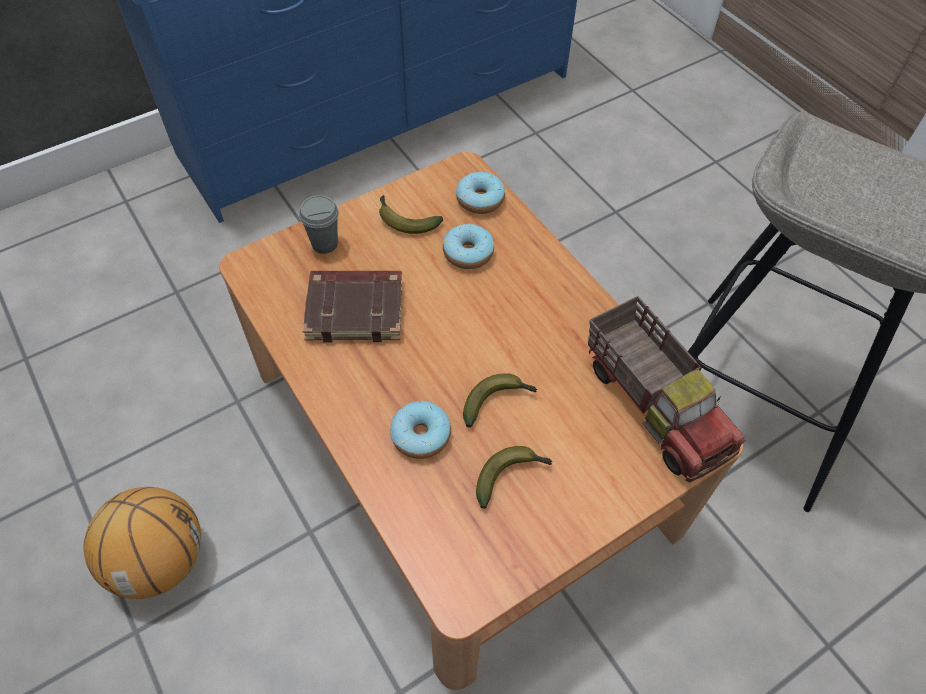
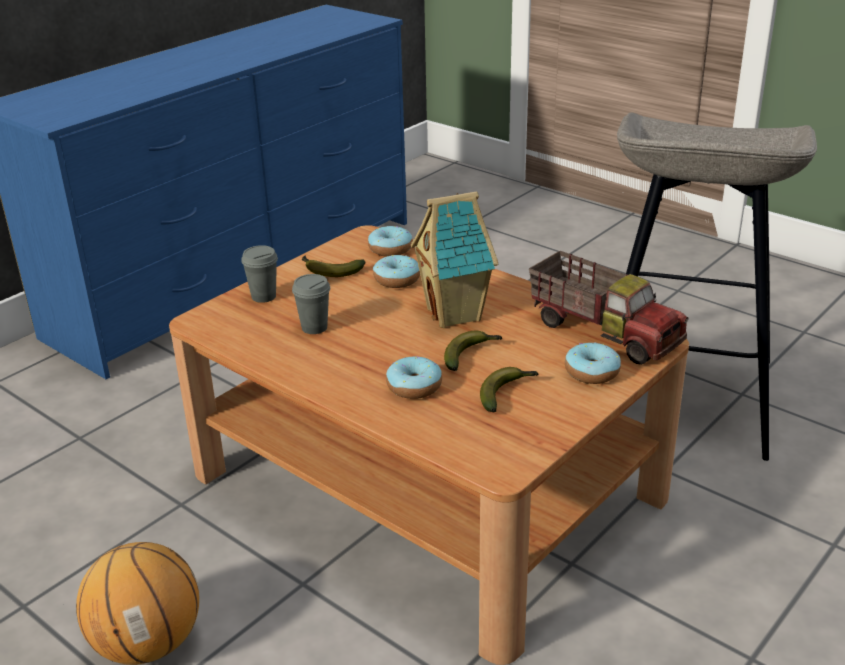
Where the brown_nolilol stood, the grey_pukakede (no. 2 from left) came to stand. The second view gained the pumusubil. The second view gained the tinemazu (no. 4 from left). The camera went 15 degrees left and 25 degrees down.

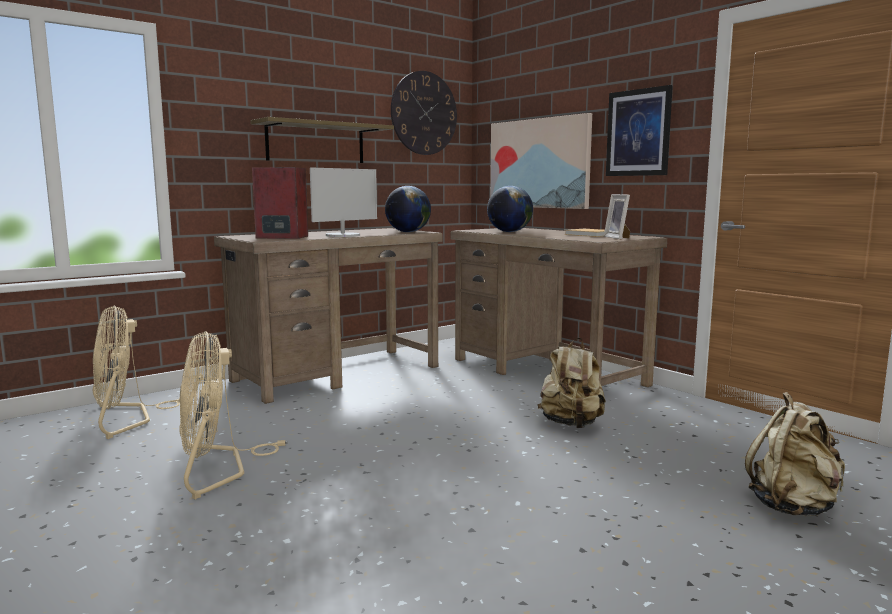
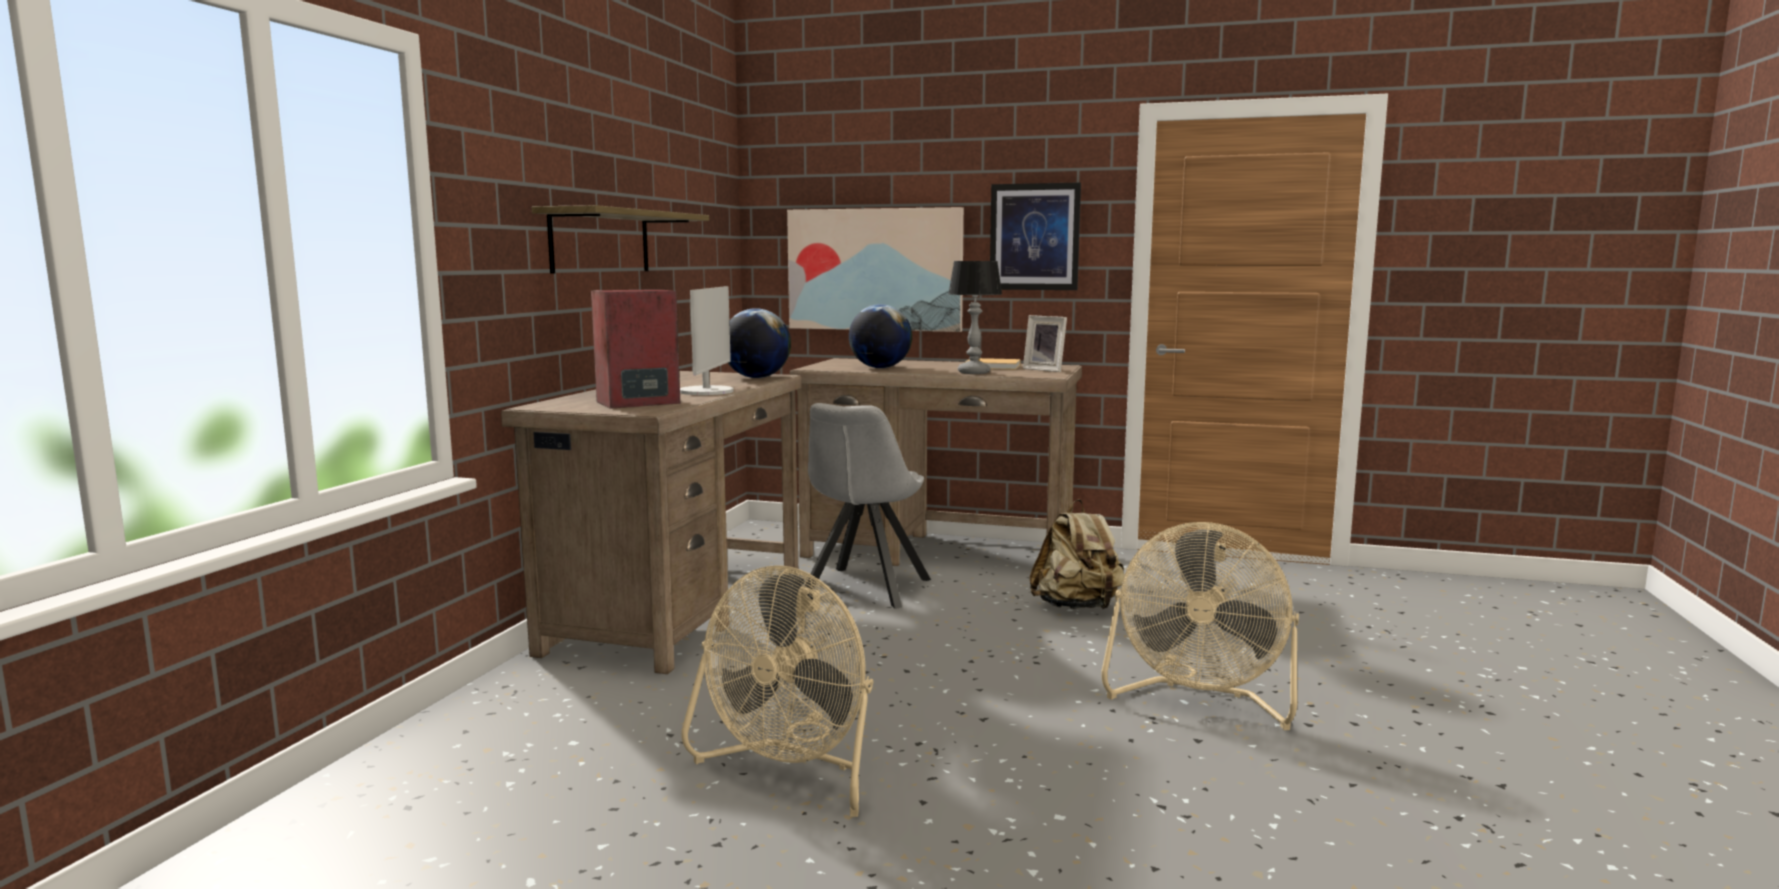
The second view lost the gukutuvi. The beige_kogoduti (no. 1 from left in the first image) ended up elsewhere. The second view lost the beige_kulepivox (no. 2 from left). The second view gained the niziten. The second view gained the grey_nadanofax. The camera went 35 degrees left and 0 degrees up.

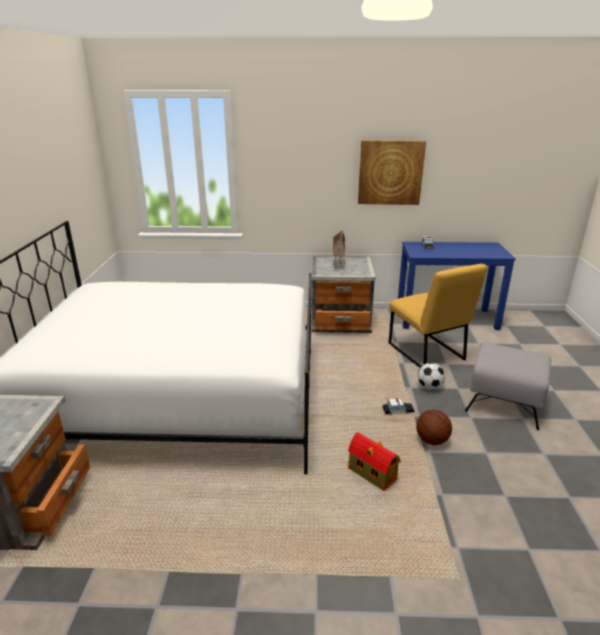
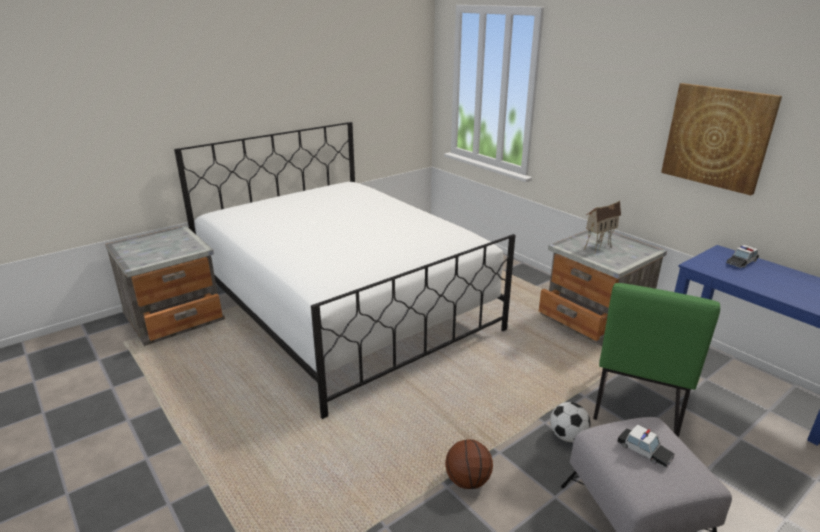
What was the yellow_nadanofax turned into the green_nadanofax. The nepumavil (no. 1 from left) ended up elsewhere. The second view lost the pumusubil (no. 2 from left). The camera went 50 degrees right and 0 degrees up.

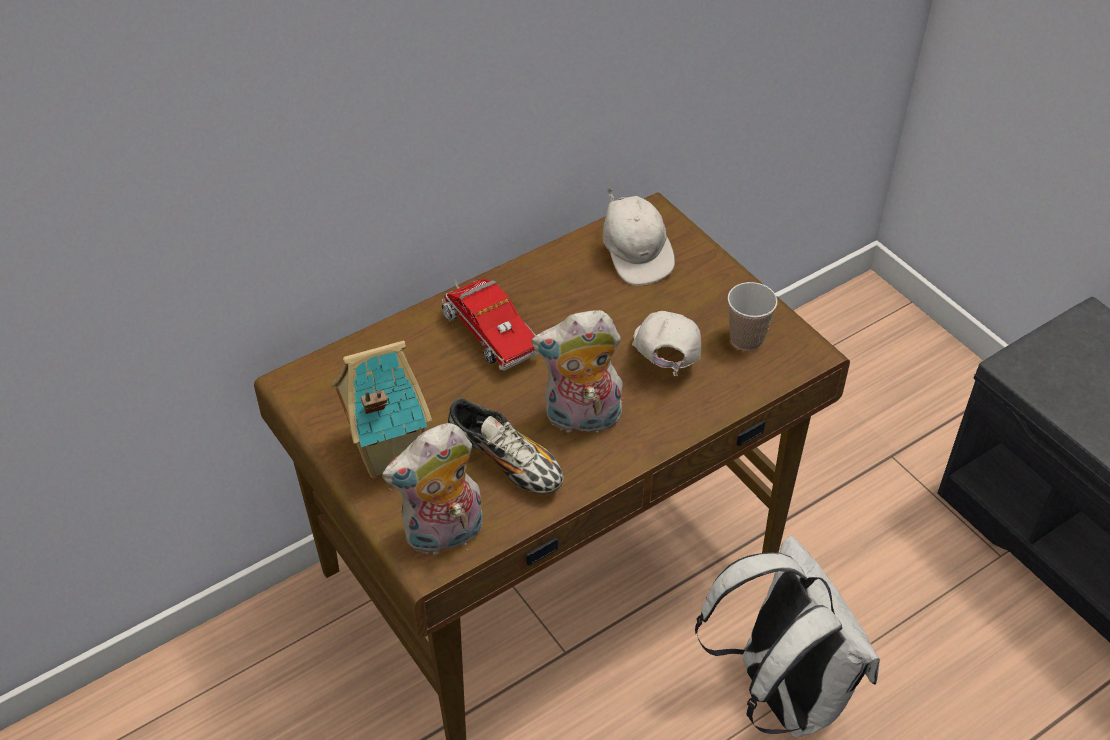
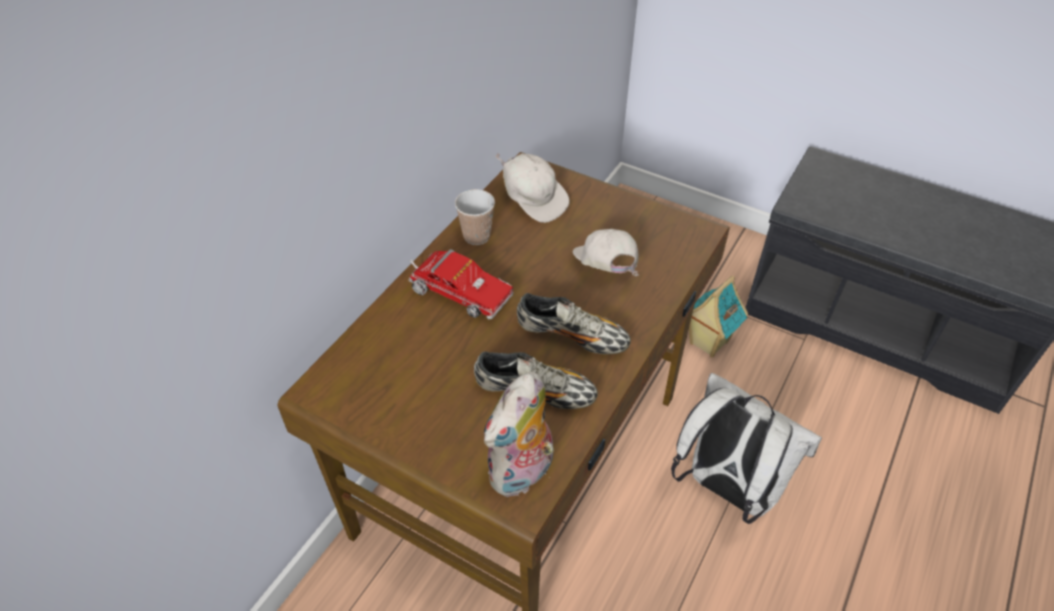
The pukakede ended up elsewhere. Where the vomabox (no. 2 from left) stood, the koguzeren (no. 2 from left) came to stand. The pumusubil ended up elsewhere. The camera went 25 degrees left and 0 degrees up.

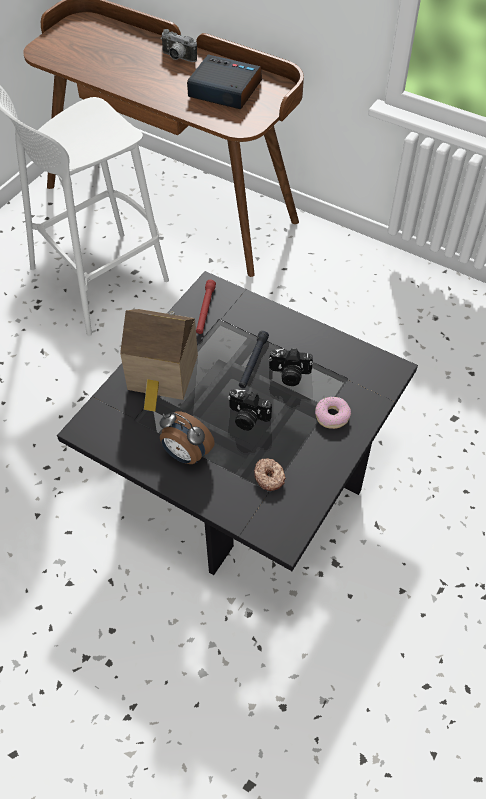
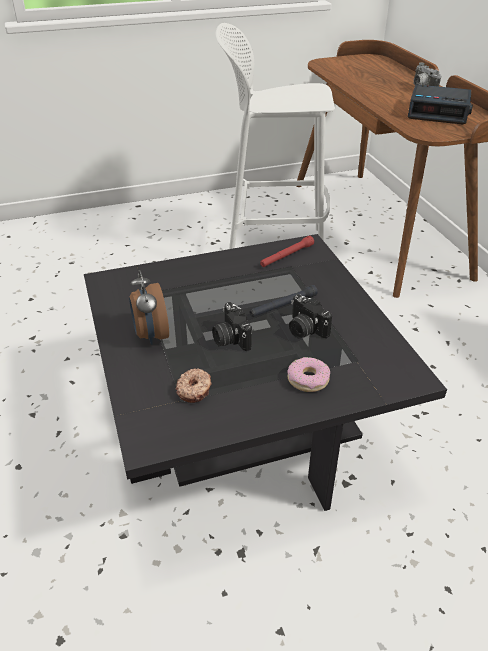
The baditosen (no. 2 from left) ended up facing another way, 135 degrees clockwise from before. The second view lost the pumusubil. The camera went 40 degrees right and 15 degrees down.

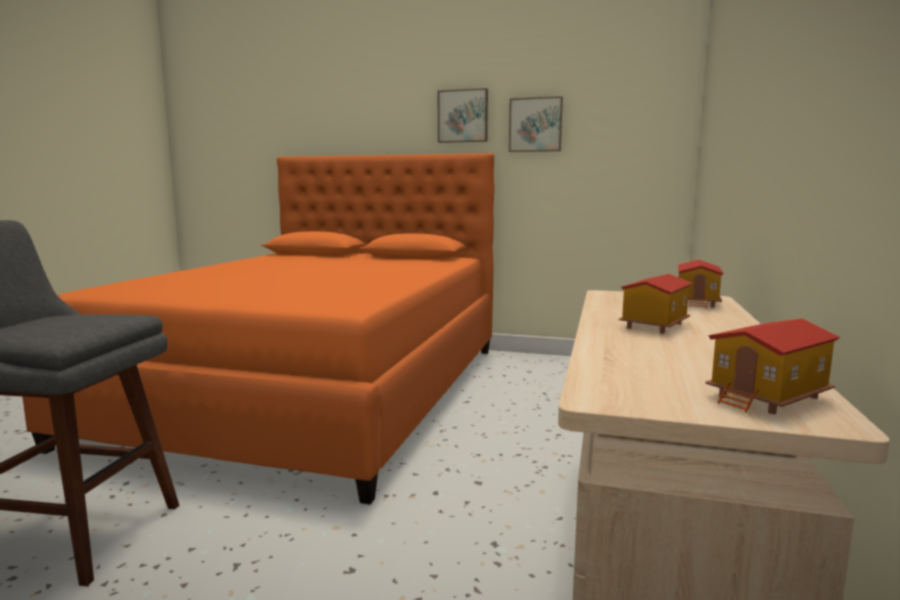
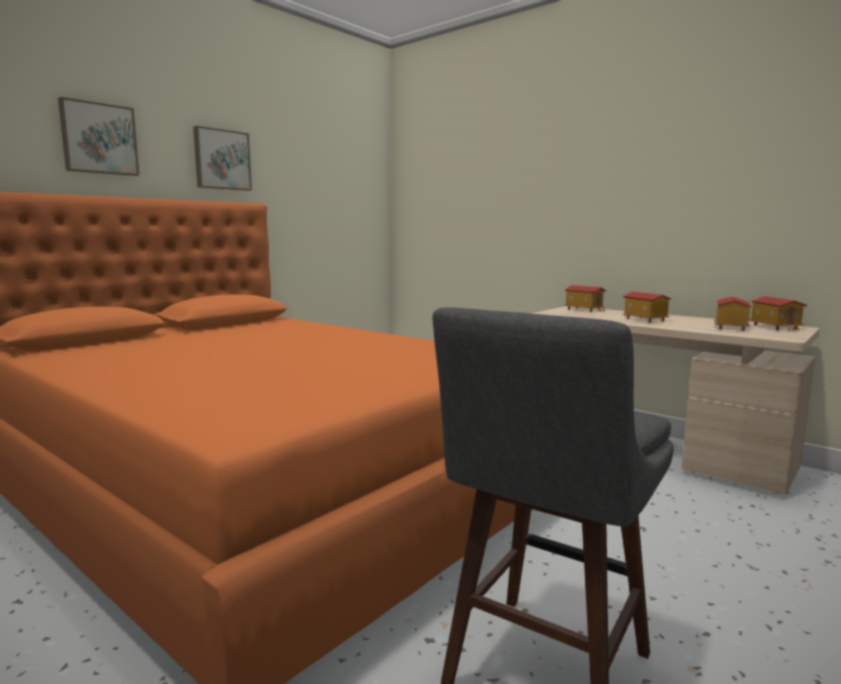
The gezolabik (no. 2 from left in the first image) ended up elsewhere. The second view gained the pumusubil (no. 3 from left). The camera went 65 degrees left and 0 degrees up.

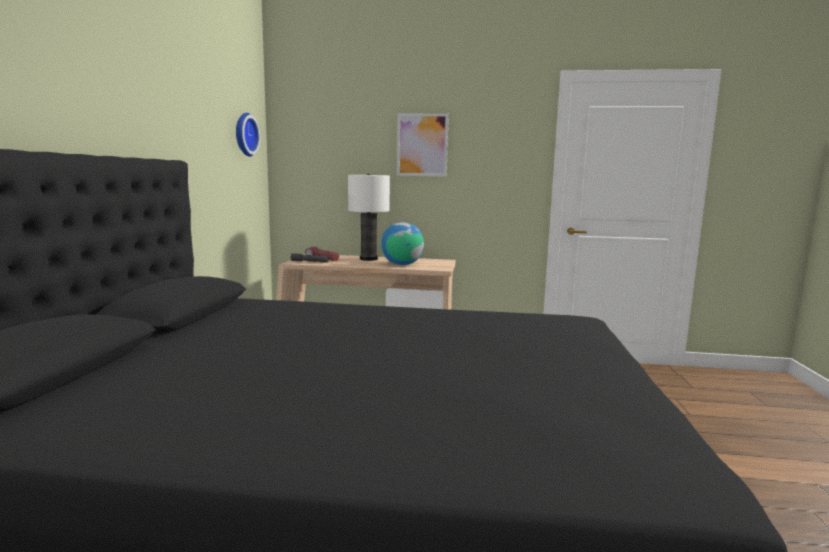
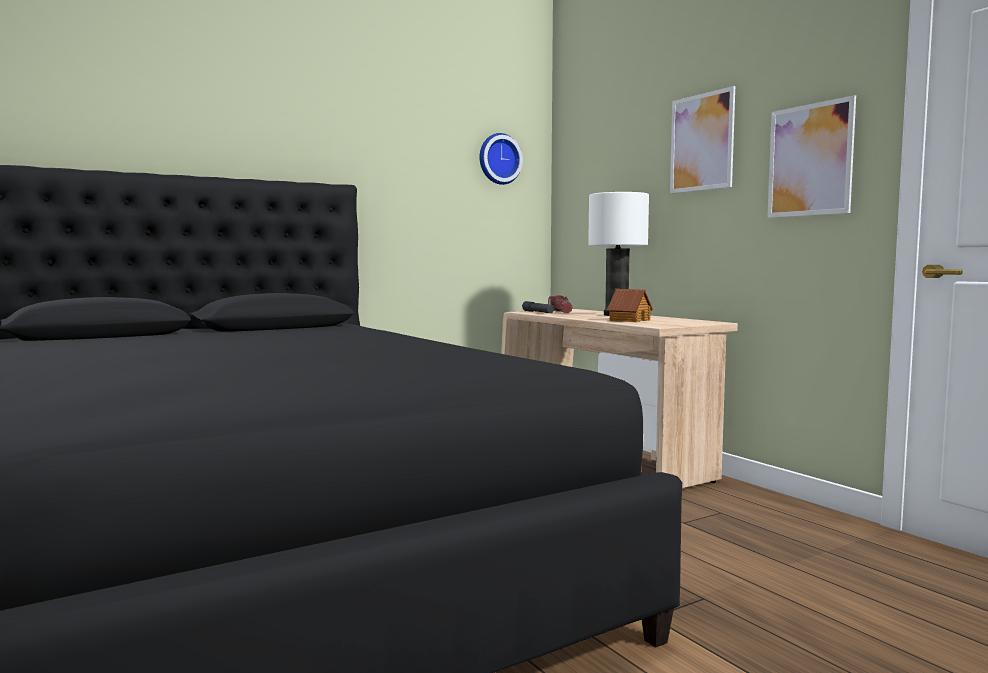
Where the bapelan stood, the pumusubil came to stand. The second view gained the gezolabik (no. 2 from left). The camera went 50 degrees right and 5 degrees down.

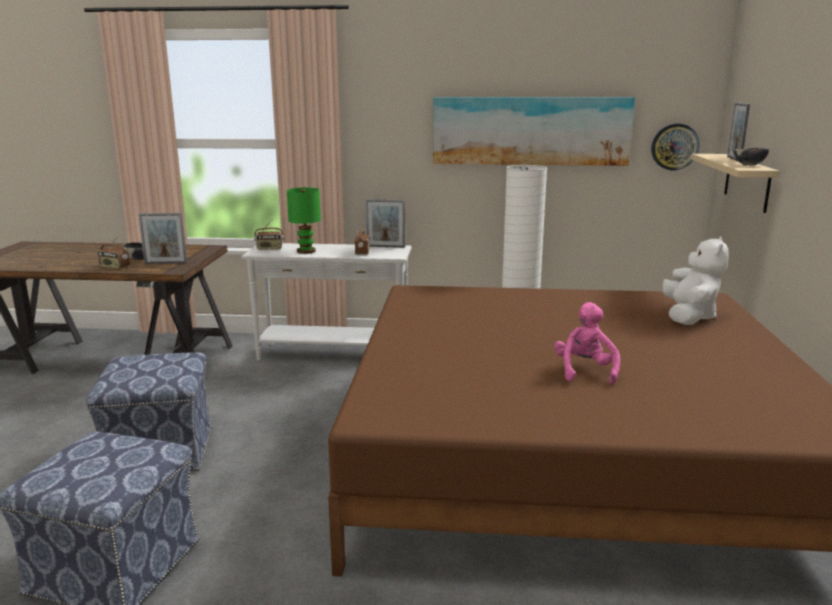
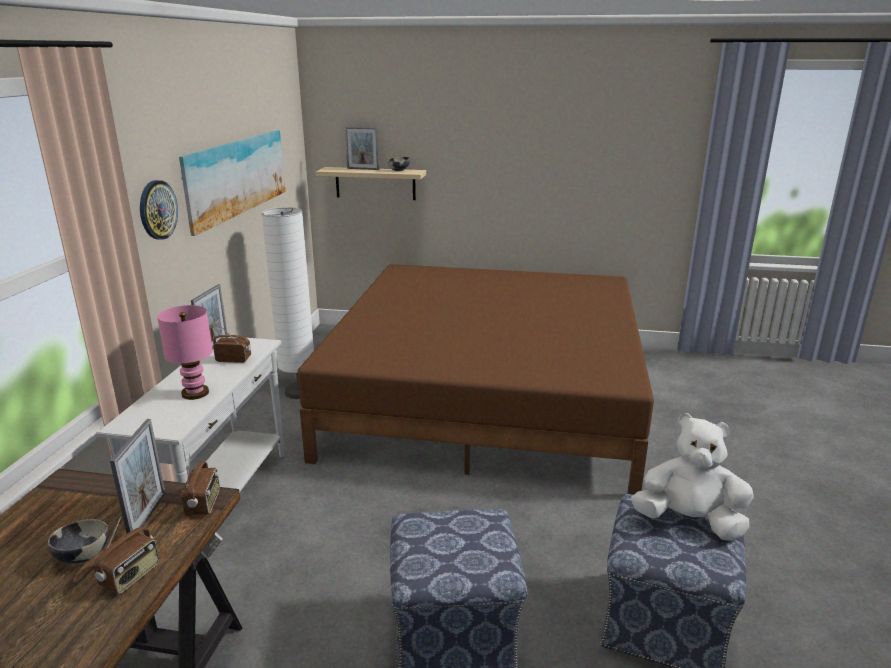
The gukutuvi ended up elsewhere. What was the green_niziten turned into the pink_niziten. The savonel (no. 2 from left) ended up elsewhere. The white_vomabox ended up elsewhere. The second view lost the pink_vomabox. The camera went 85 degrees left and 5 degrees up.

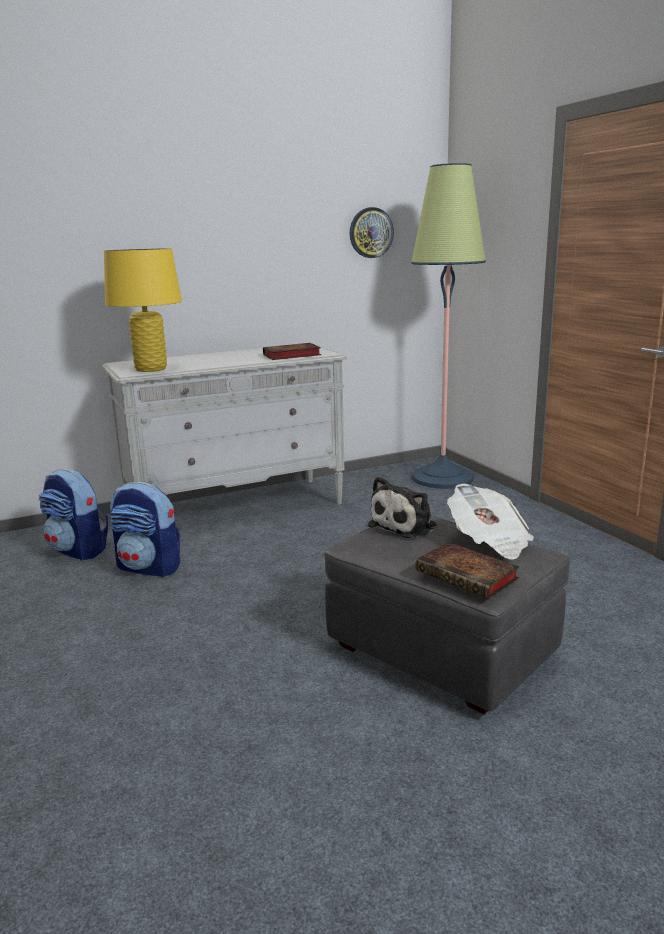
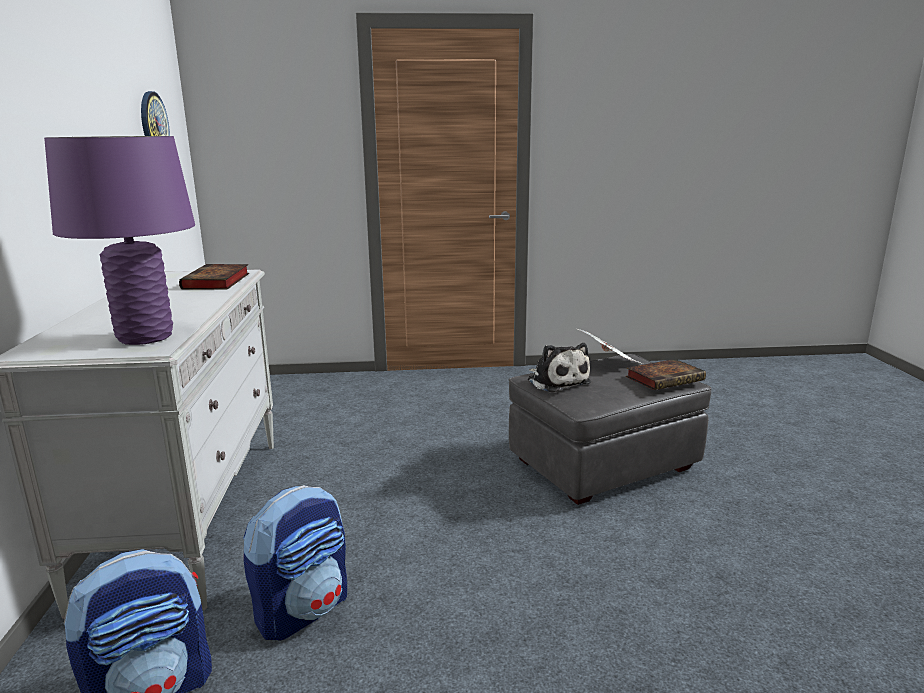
The second view lost the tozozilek. What was the yellow_niziten turned into the purple_niziten. The camera went 70 degrees left and 0 degrees up.

